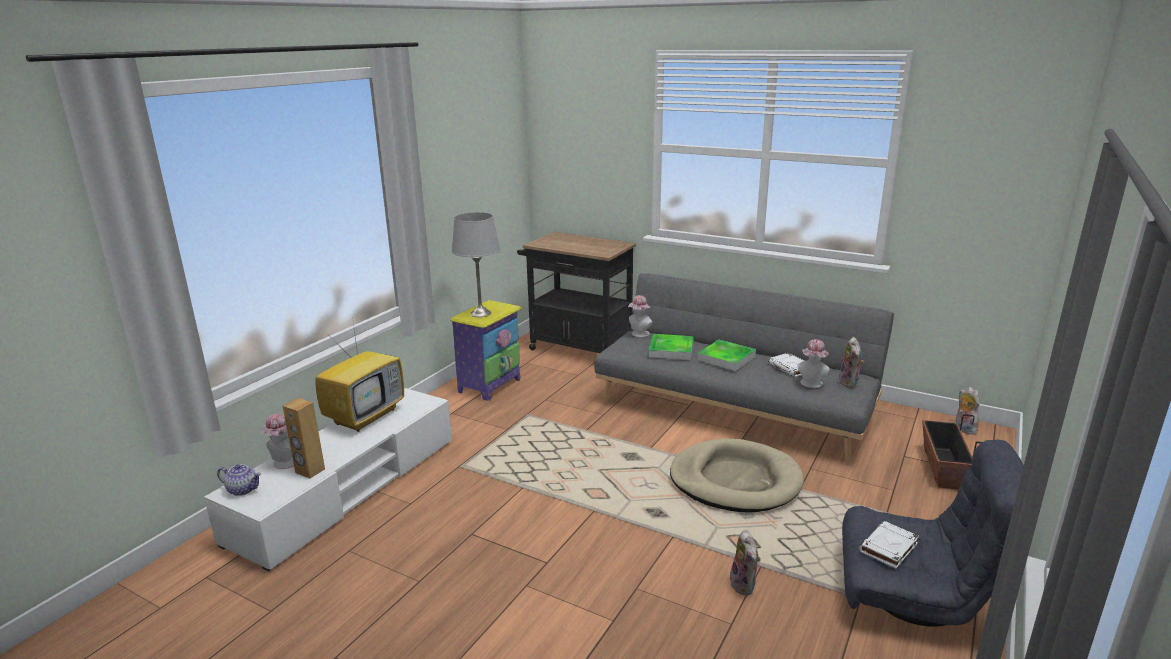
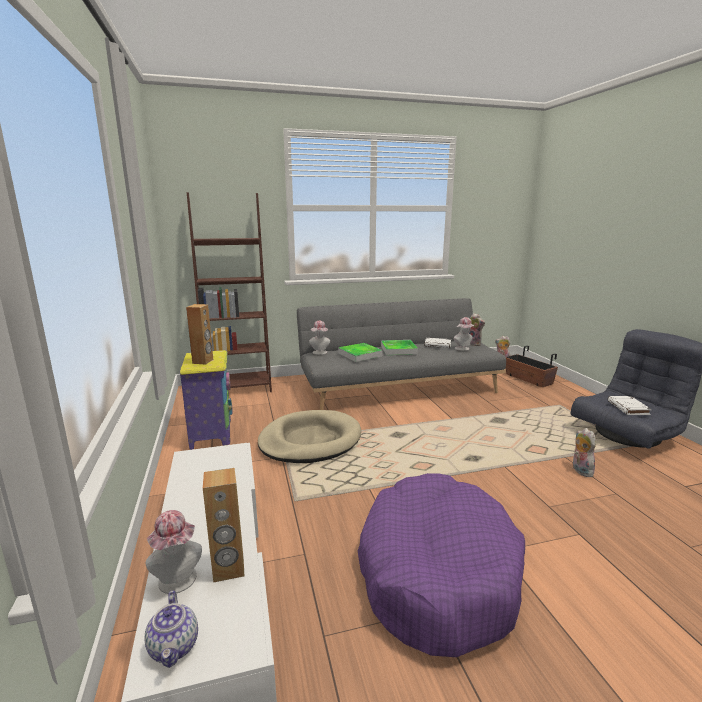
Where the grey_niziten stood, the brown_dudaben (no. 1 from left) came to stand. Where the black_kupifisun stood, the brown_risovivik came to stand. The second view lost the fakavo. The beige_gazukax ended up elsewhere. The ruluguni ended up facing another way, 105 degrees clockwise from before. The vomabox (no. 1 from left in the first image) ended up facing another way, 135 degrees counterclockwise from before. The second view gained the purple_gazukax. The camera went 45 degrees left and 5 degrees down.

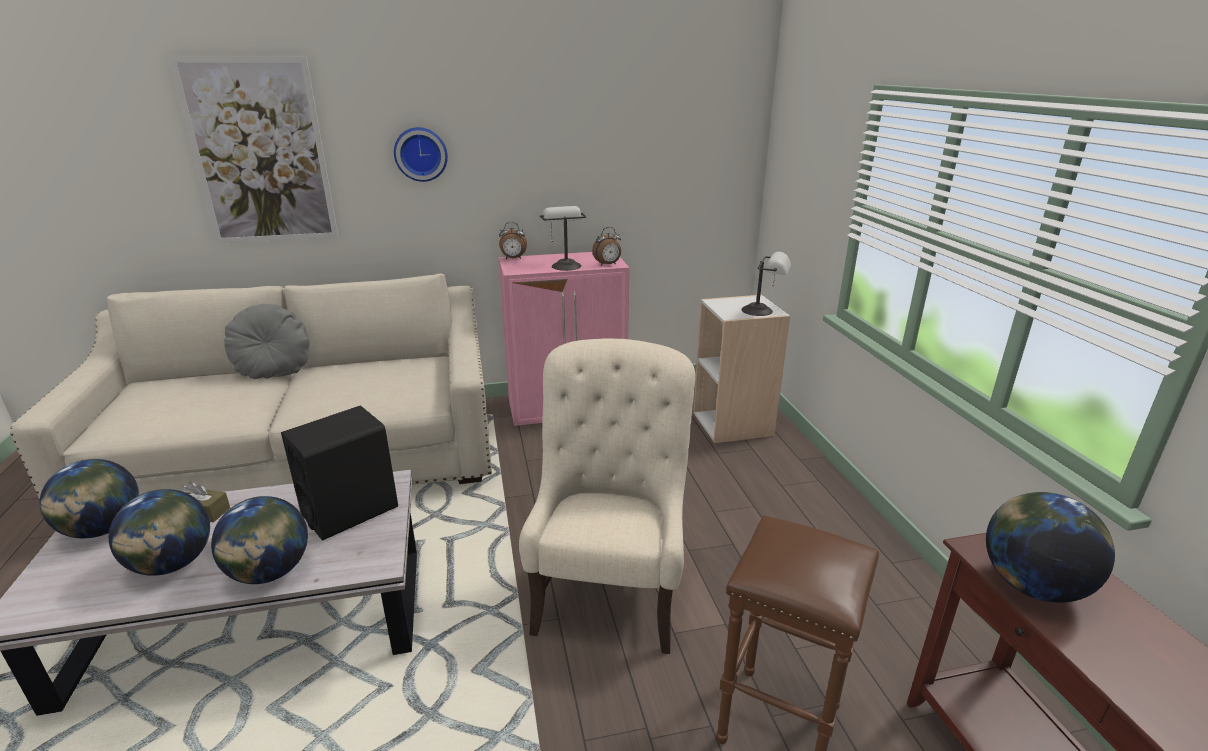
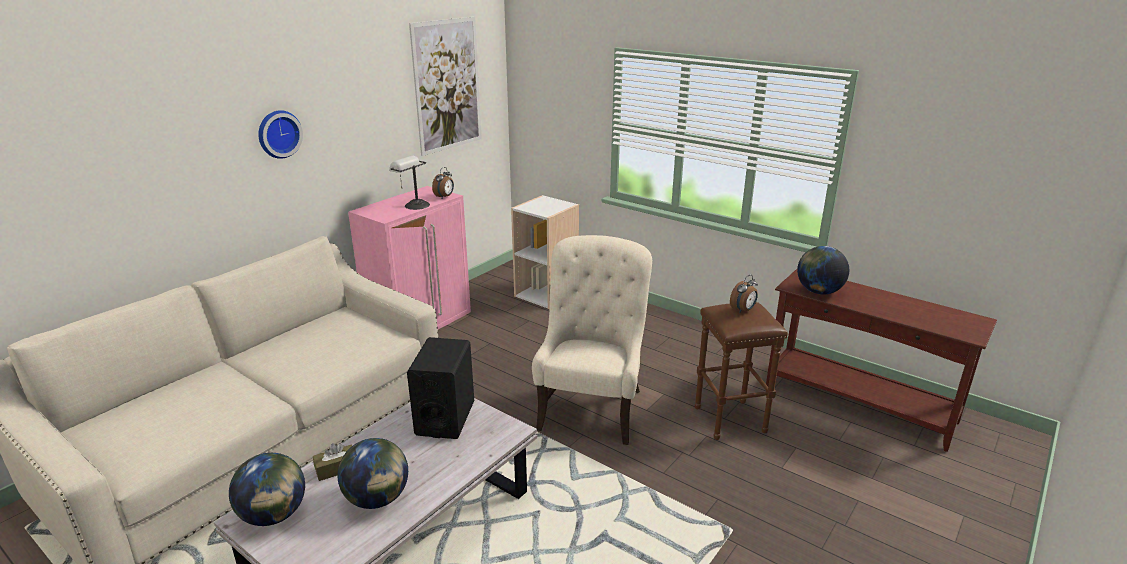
The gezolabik ended up elsewhere. The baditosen (no. 1 from left in the first image) ended up elsewhere. The second view lost the niziten (no. 2 from left). The second view lost the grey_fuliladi. The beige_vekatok ended up facing another way, 45 degrees clockwise from before. The second view lost the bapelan (no. 3 from left). The camera went 40 degrees left and 0 degrees up.

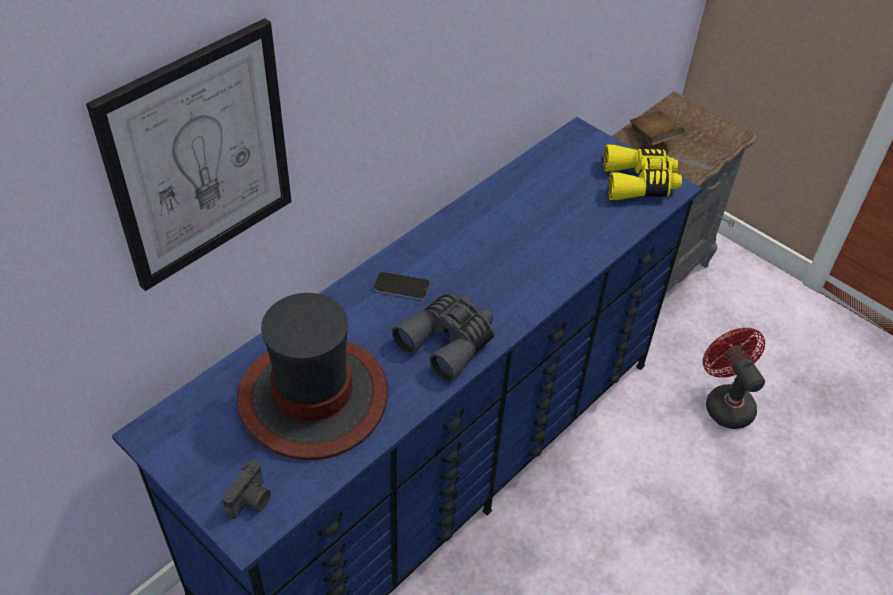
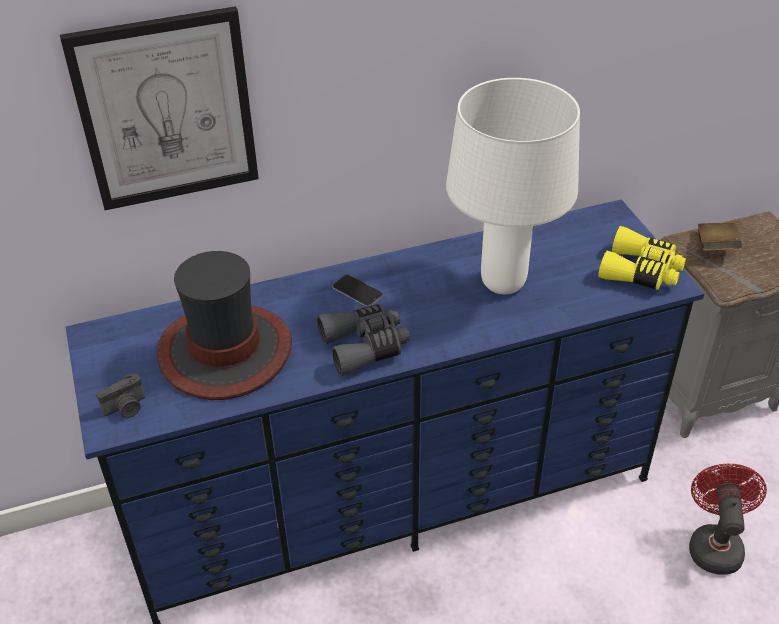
The second view gained the white_niziten. The camera went 30 degrees right and 5 degrees down.

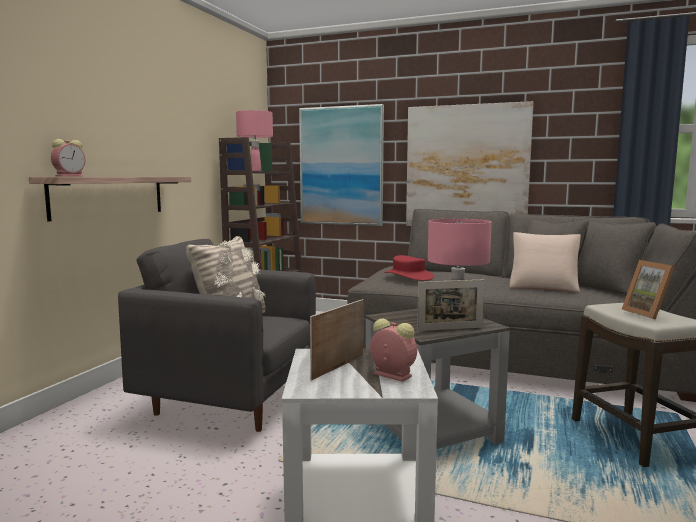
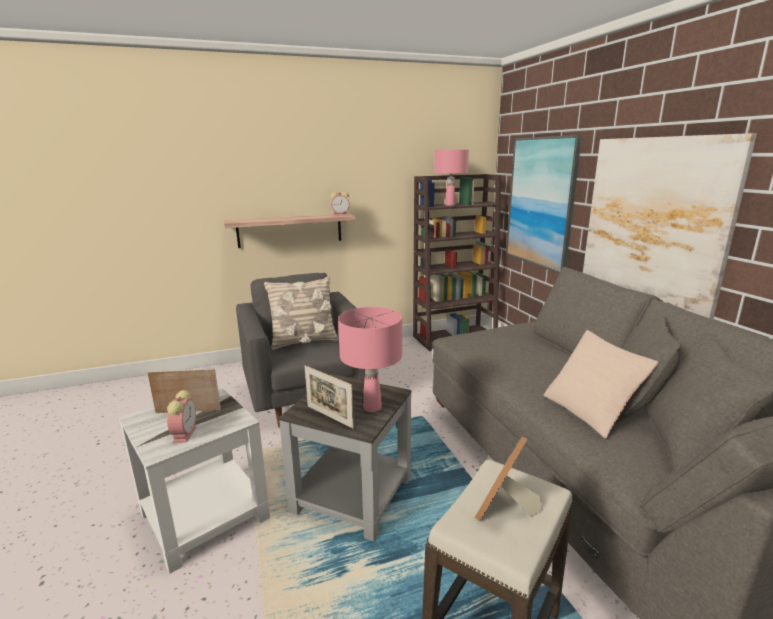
The baditosen (no. 1 from left in the first image) ended up elsewhere. The second view lost the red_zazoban. The camera went 50 degrees right and 10 degrees up.

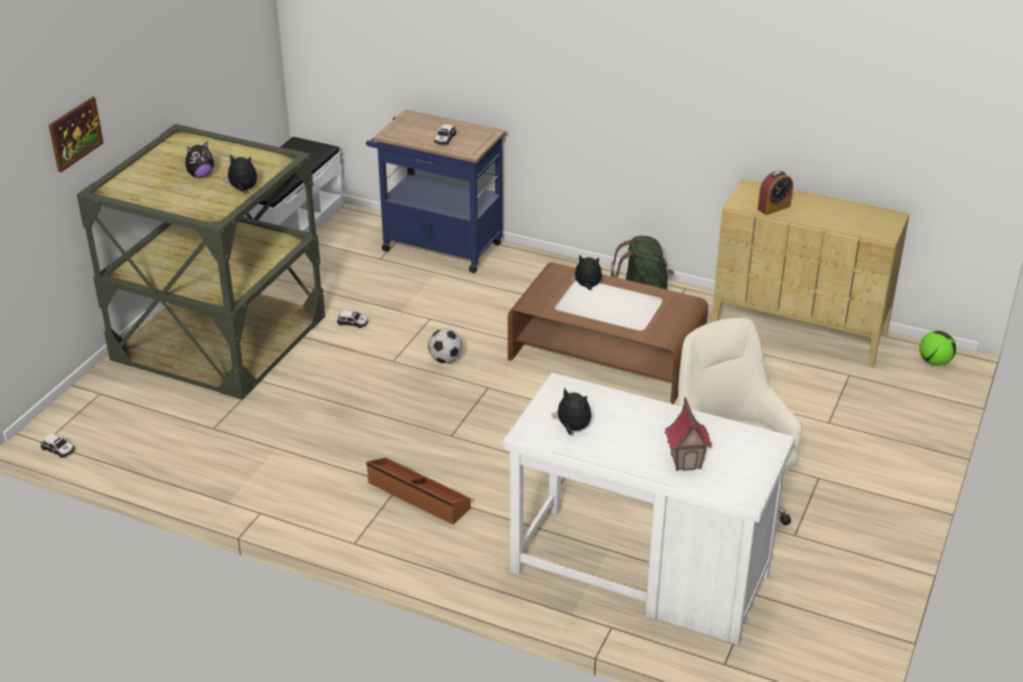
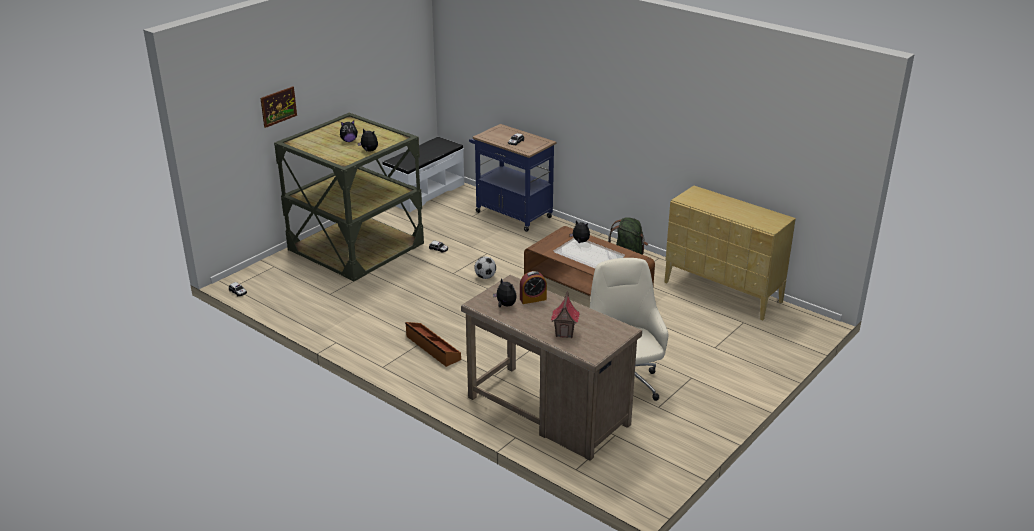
The baditosen ended up elsewhere. The second view lost the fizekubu (no. 2 from left). What was the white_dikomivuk turned into the brown_dikomivuk. The camera went 15 degrees right and 5 degrees down.

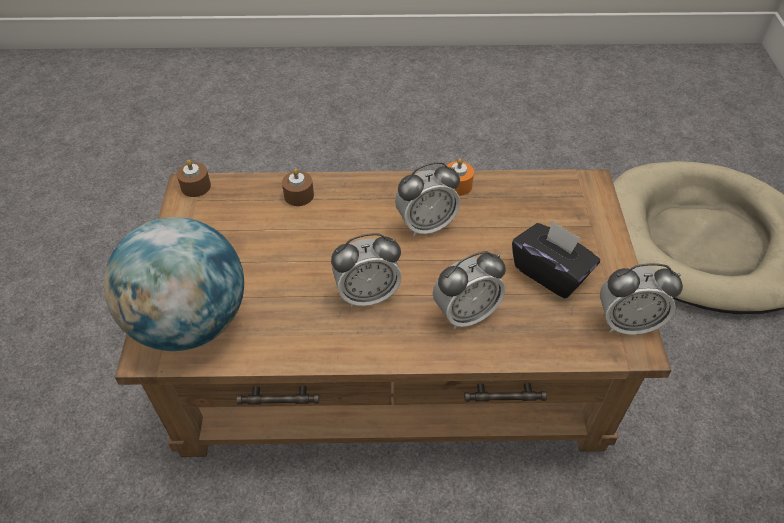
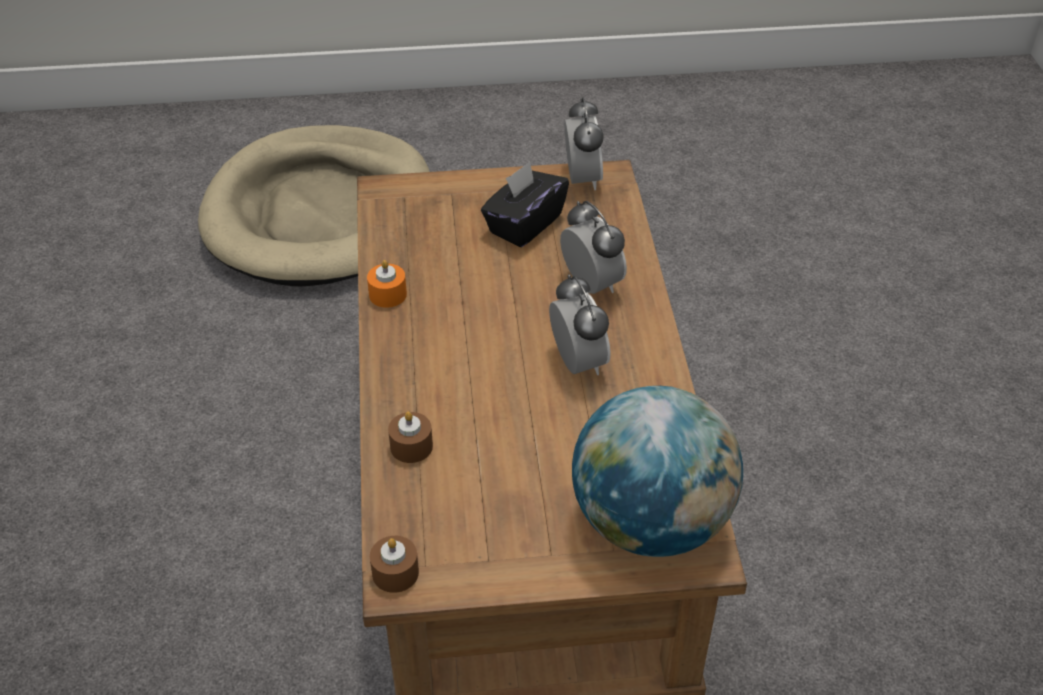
The second view lost the baditosen (no. 2 from left). The camera went 95 degrees left and 5 degrees down.

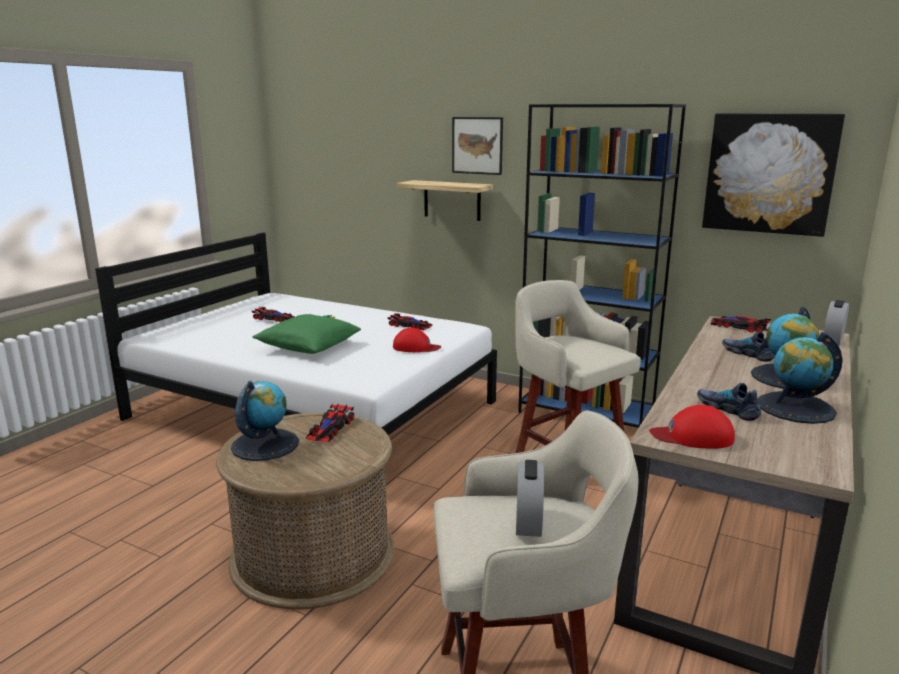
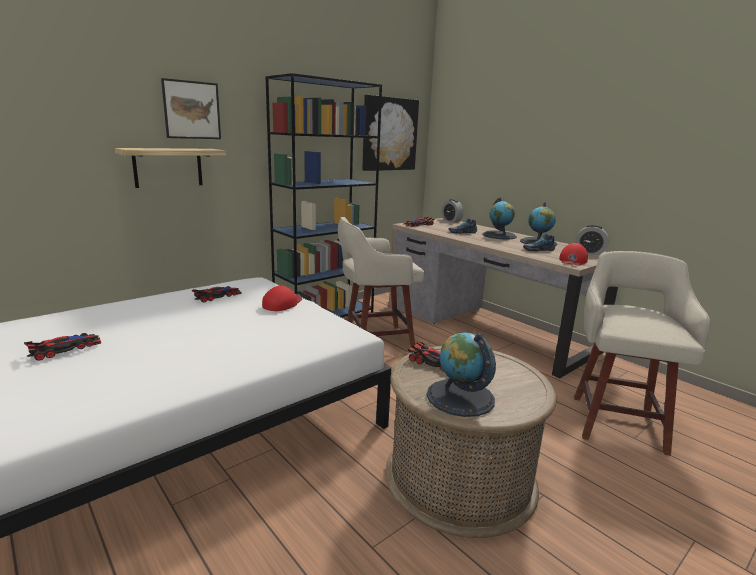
The second view lost the green_fuliladi. The baditosen (no. 1 from left in the first image) ended up elsewhere. The camera went 70 degrees left and 0 degrees up.

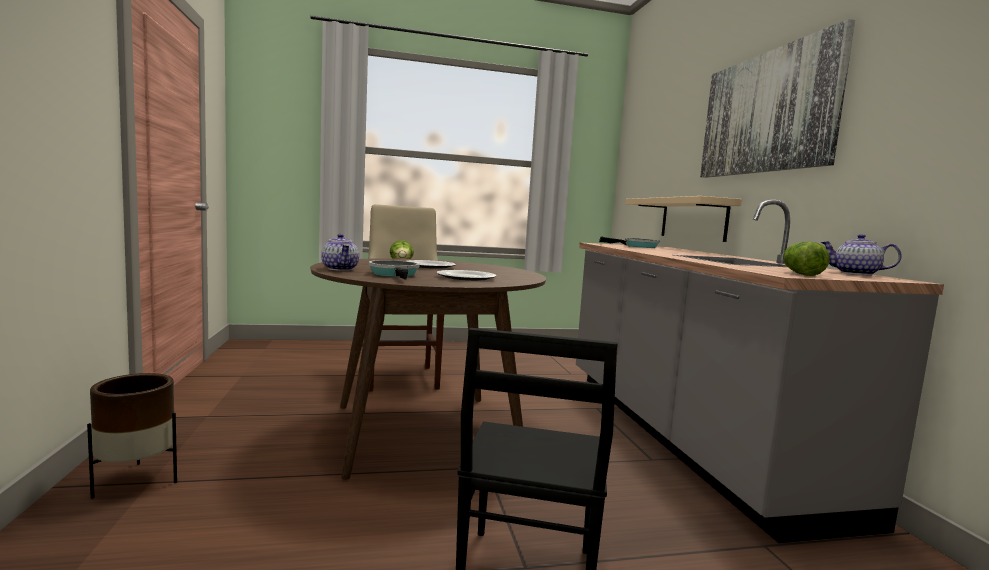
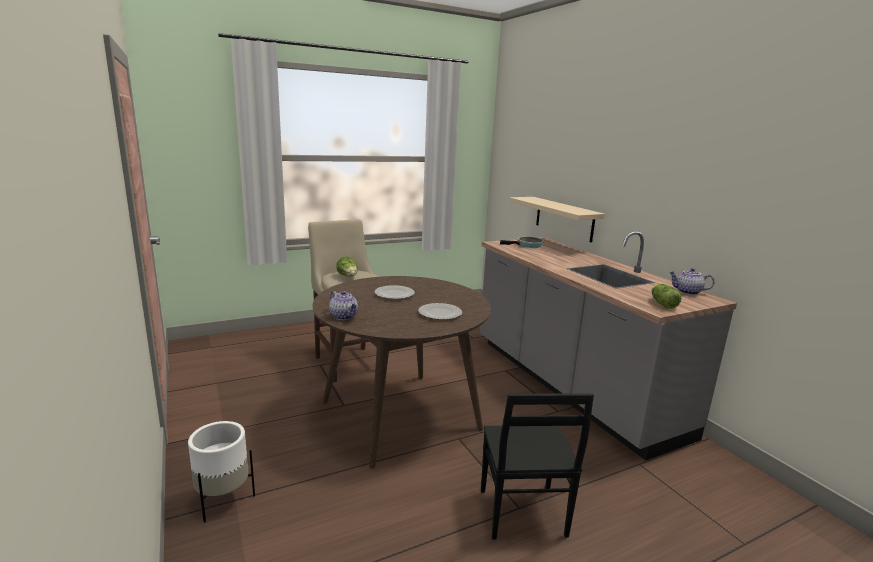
The second view lost the gezolabik. The second view lost the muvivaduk (no. 1 from left). What was the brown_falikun turned into the white_falikun. The camera went 15 degrees left and 10 degrees up.

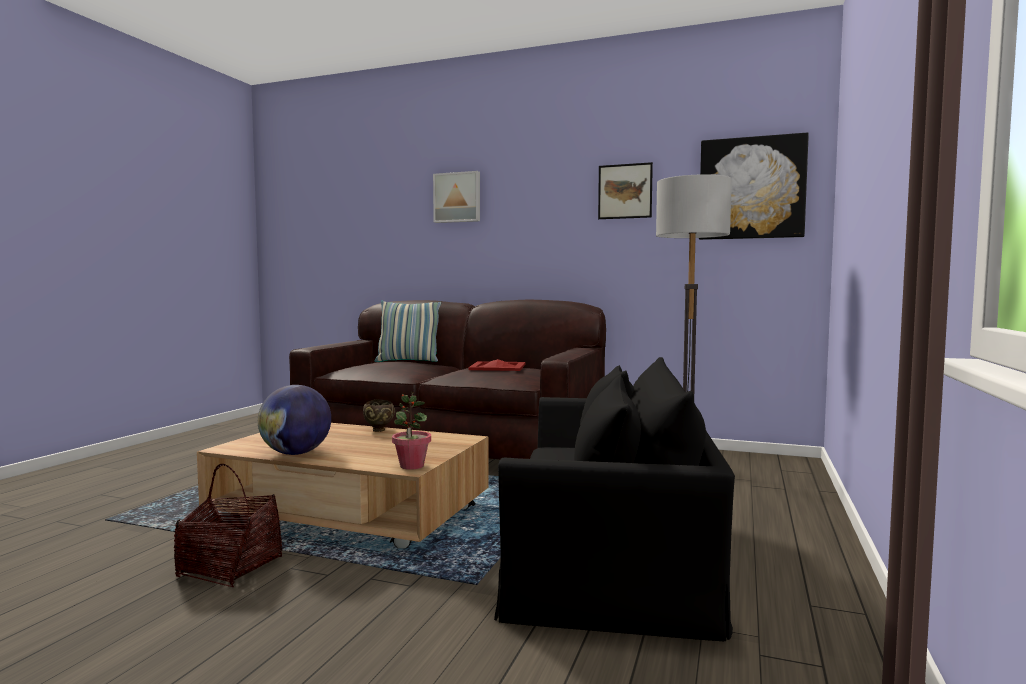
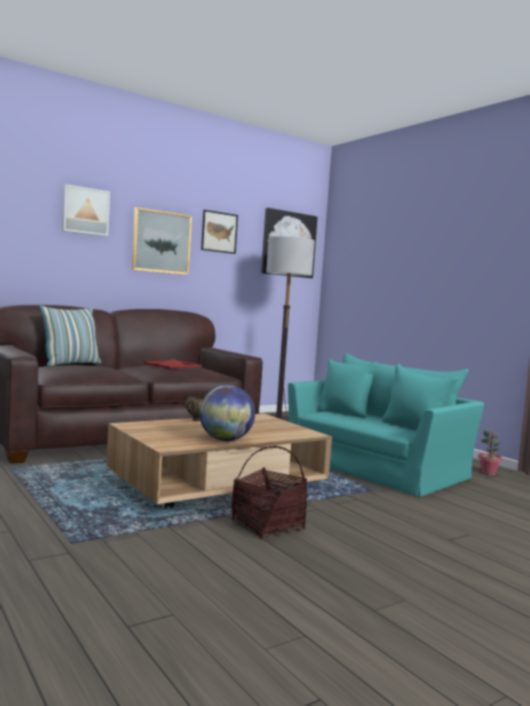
What was the black_vekatok turned into the turquoise_vekatok. The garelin ended up elsewhere. The second view gained the gezolabik (no. 2 from left). The camera went 55 degrees left and 0 degrees up.

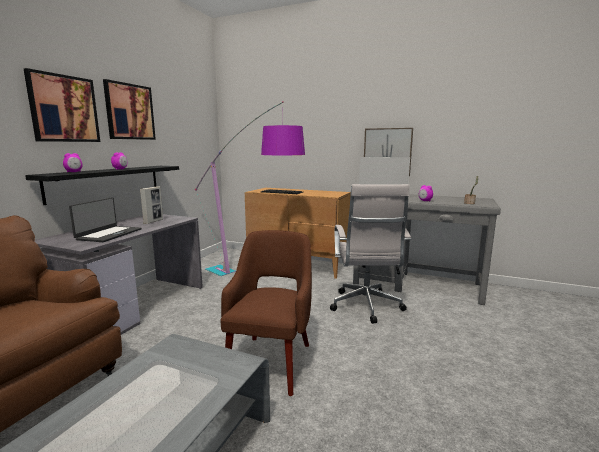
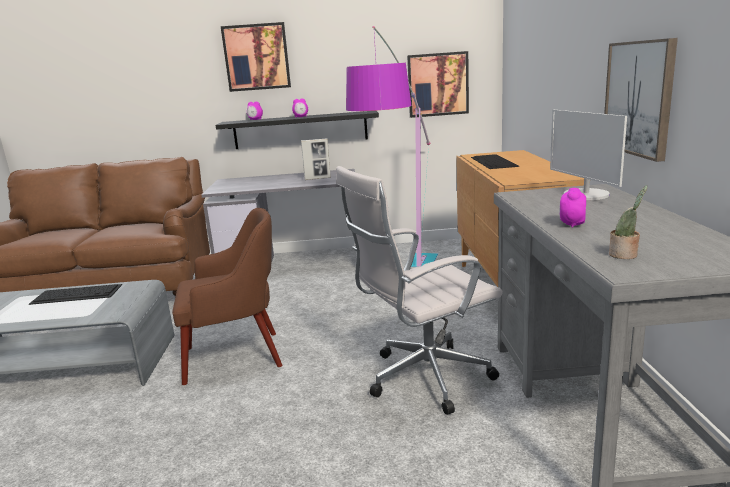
The gezolabik (no. 2 from left) ended up elsewhere. The second view lost the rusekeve. The second view gained the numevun (no. 1 from left). The camera went 65 degrees right and 5 degrees up.

